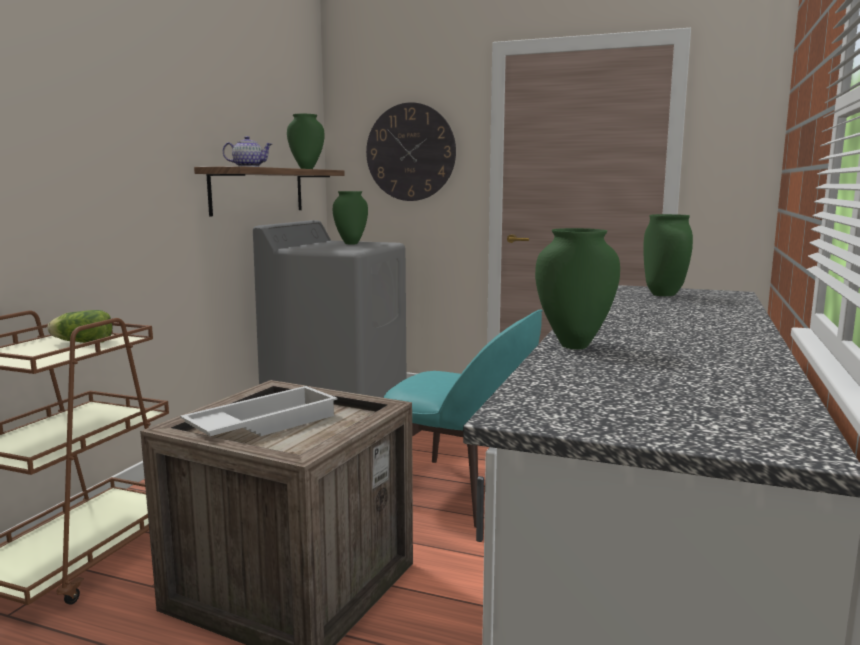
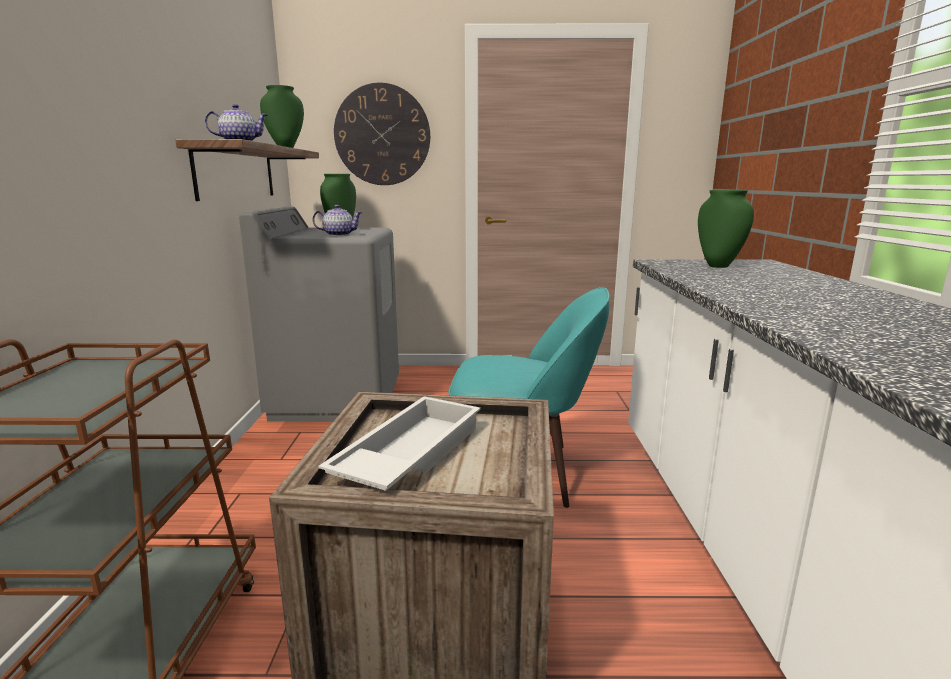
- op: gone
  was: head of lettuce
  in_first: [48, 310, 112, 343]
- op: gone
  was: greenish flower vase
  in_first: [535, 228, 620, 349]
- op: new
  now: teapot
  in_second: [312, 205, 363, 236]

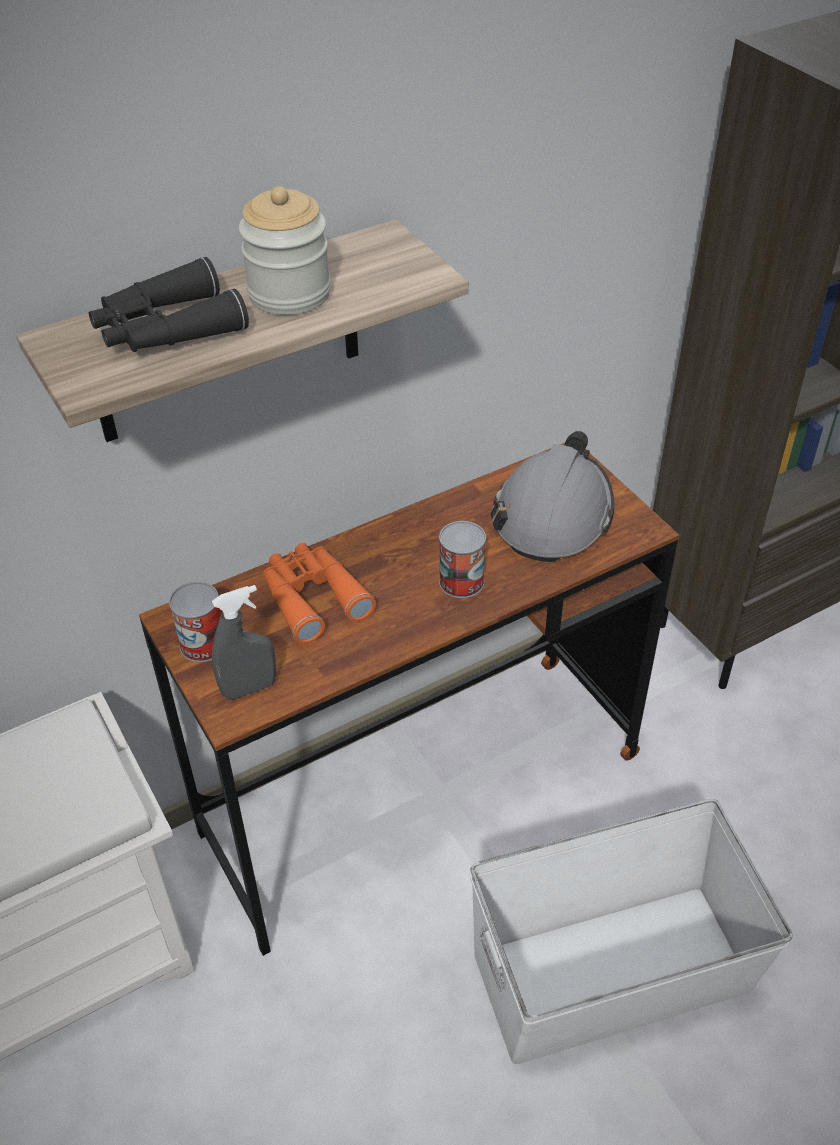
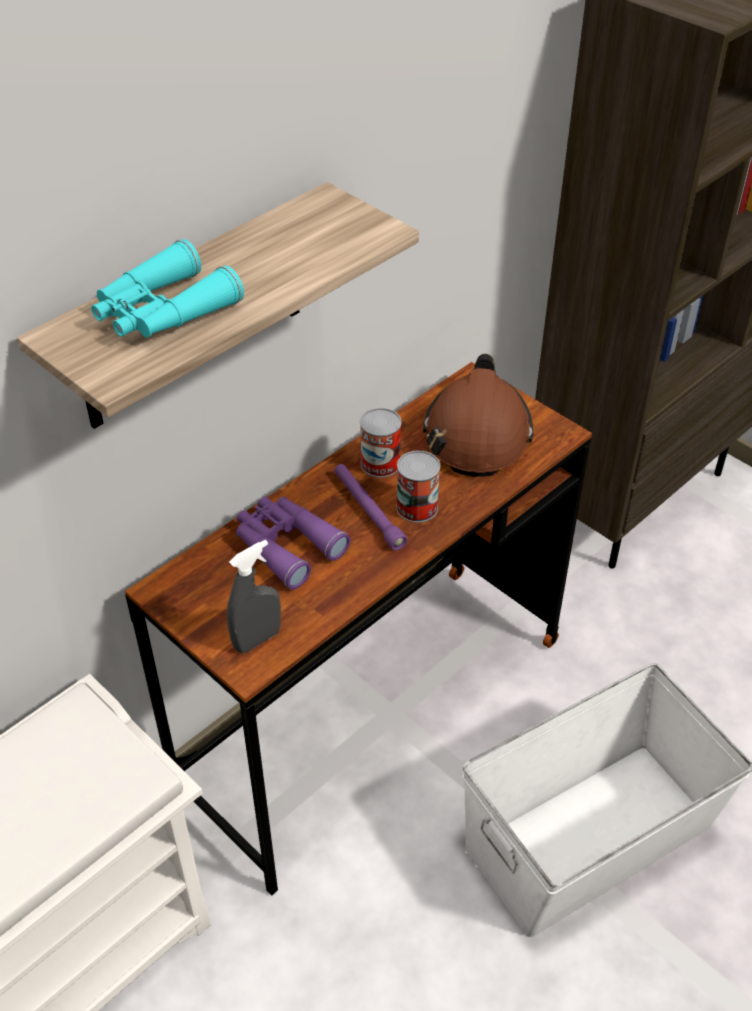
- op: repainted
  was: black pair of binoculars
  now: turquoise-coloured pair of binoculars
  in_first: [89, 257, 249, 352]
  in_second: [91, 239, 244, 338]
- op: shifted
  was: sealed can
  in_first: [169, 582, 221, 662]
  in_second: [360, 408, 402, 478]
- op: gone
  was: preserve jar
  in_first: [238, 186, 331, 315]
- op: repainted
  was: orange-coloured pair of binoculars
  now: purplish pair of binoculars
  in_first: [263, 543, 376, 644]
  in_second: [236, 496, 351, 590]
- op: repainted
  was: gray work helmet
  now: brown work helmet
  in_first: [491, 431, 614, 562]
  in_second: [423, 354, 534, 477]
- op: new
  now: purplish flashlight
  in_second: [334, 464, 408, 551]

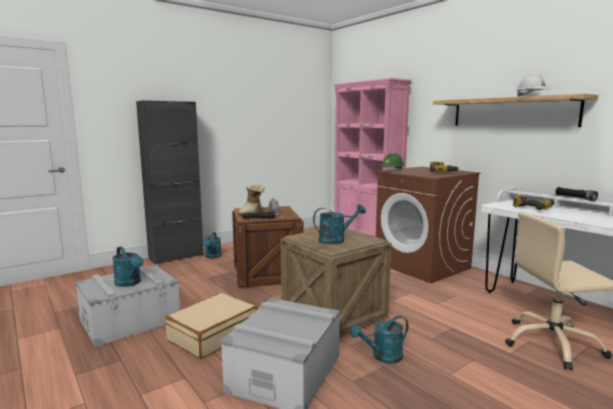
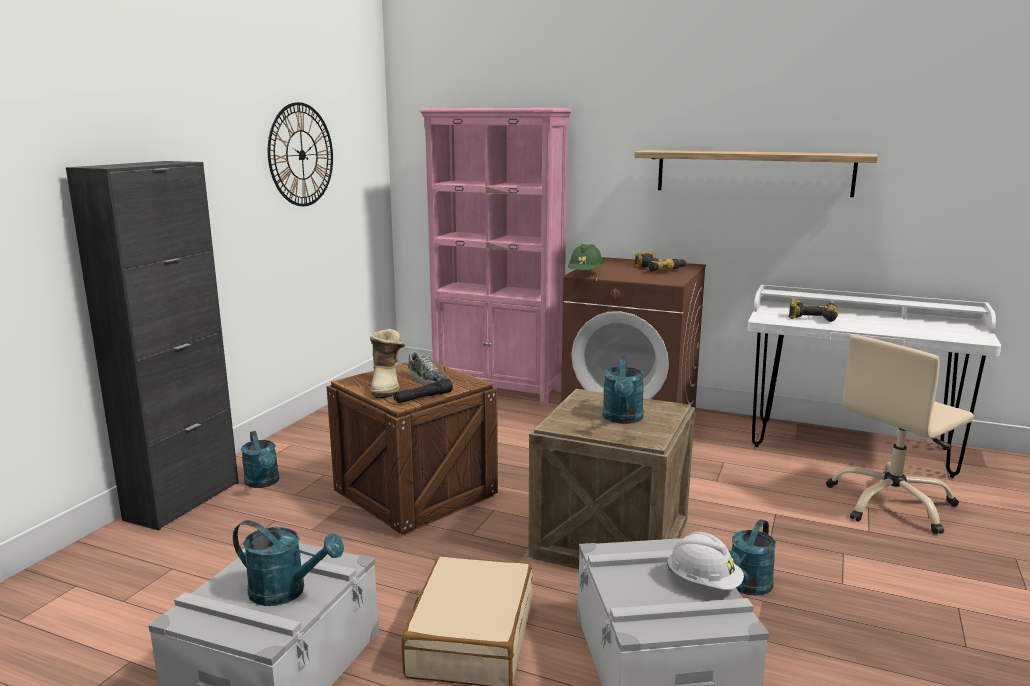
- op: rotated
  was: turquoise-coloured sprinkling can
  in_first: [313, 204, 366, 244]
  in_second: [602, 355, 644, 424]
  clockwise: 150
- op: shifted
  was: whitish work helmet
  in_first: [517, 74, 550, 97]
  in_second: [667, 532, 744, 590]
- op: gone
  was: black flashlight
  in_first: [555, 187, 598, 201]
- op: new
  now: wall clock
  in_second: [268, 102, 333, 206]

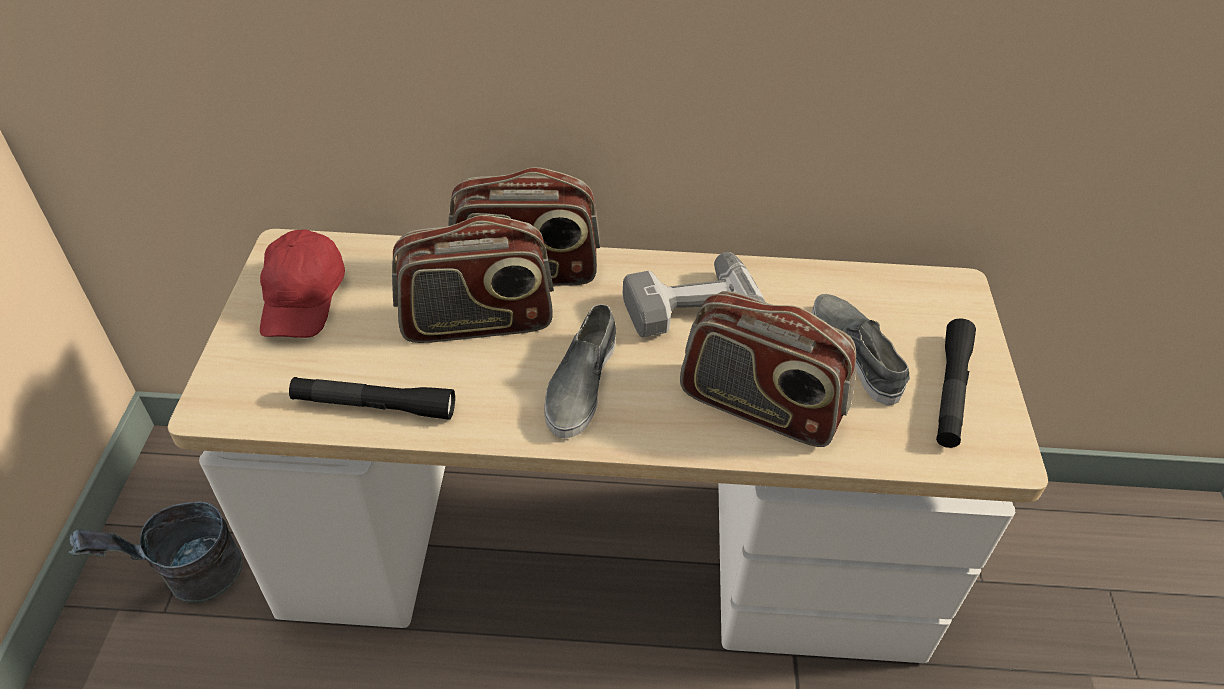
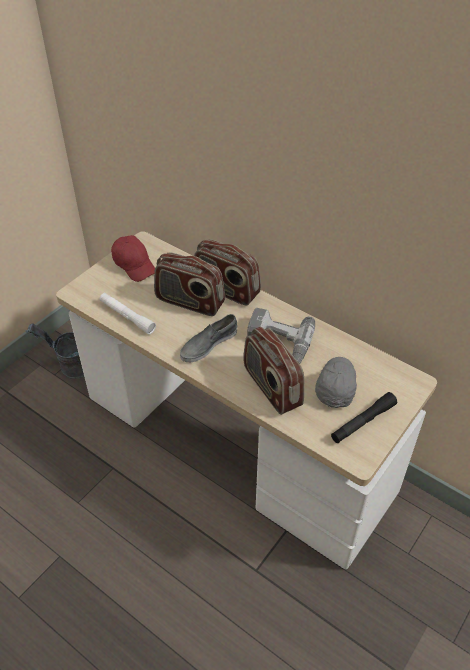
- op: rotated
  was: red-coloured peaked cap
  in_first: [260, 229, 345, 338]
  in_second: [111, 235, 155, 282]
  clockwise: -75
- op: repainted
  was: black flashlight
  now: whitish flashlight
  in_first: [289, 377, 455, 420]
  in_second: [100, 293, 156, 334]
- op: swapped
  was: gray low shoe
  now: gray peaked cap
  in_first: [812, 294, 910, 405]
  in_second: [315, 357, 357, 408]

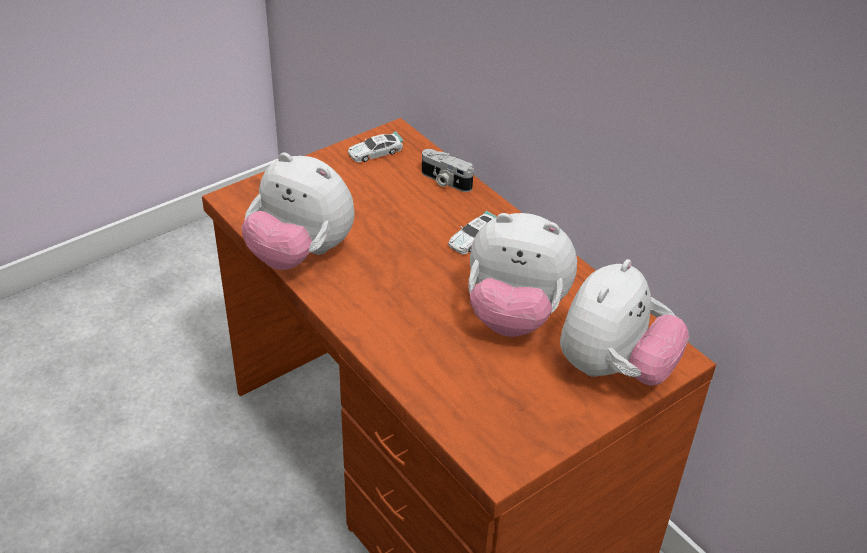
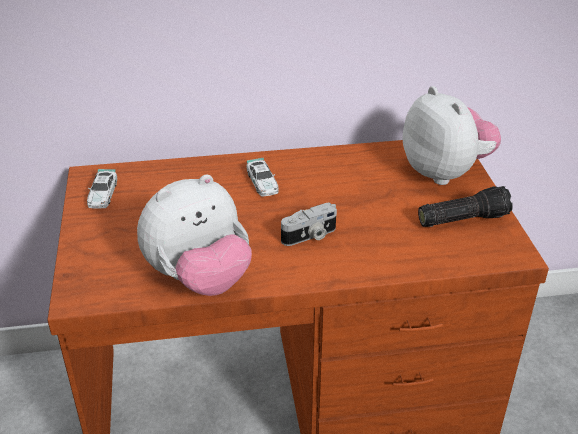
- op: shifted
  was: photo camera
  in_first: [422, 149, 474, 192]
  in_second: [281, 203, 337, 246]
- op: gone
  was: cuddly toy
  in_first: [468, 213, 577, 337]
- op: new
  now: flashlight
  in_second: [418, 186, 513, 227]

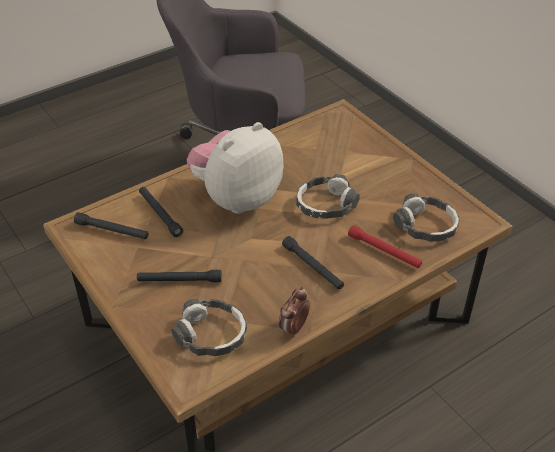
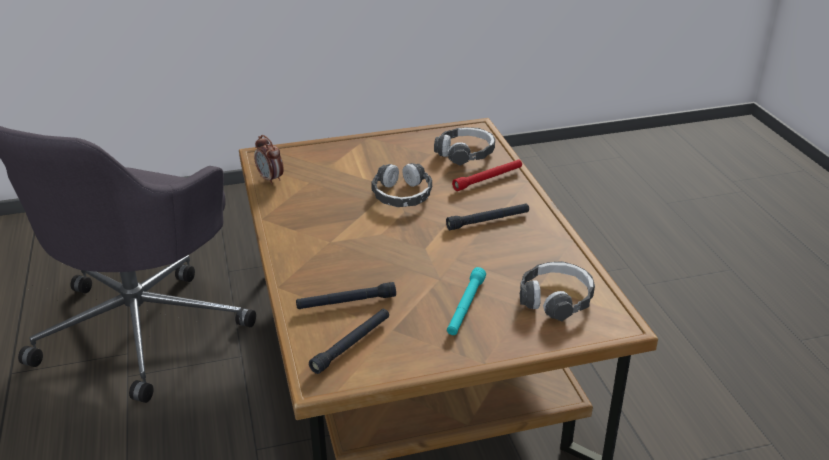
- op: repainted
  was: black flashlight
  now: turquoise-coloured flashlight
  in_first: [137, 270, 222, 282]
  in_second: [447, 267, 486, 335]
- op: gone
  was: cuddly toy
  in_first: [186, 122, 284, 214]
- op: shifted
  was: bedside clock
  in_first: [279, 287, 310, 337]
  in_second: [254, 135, 284, 185]

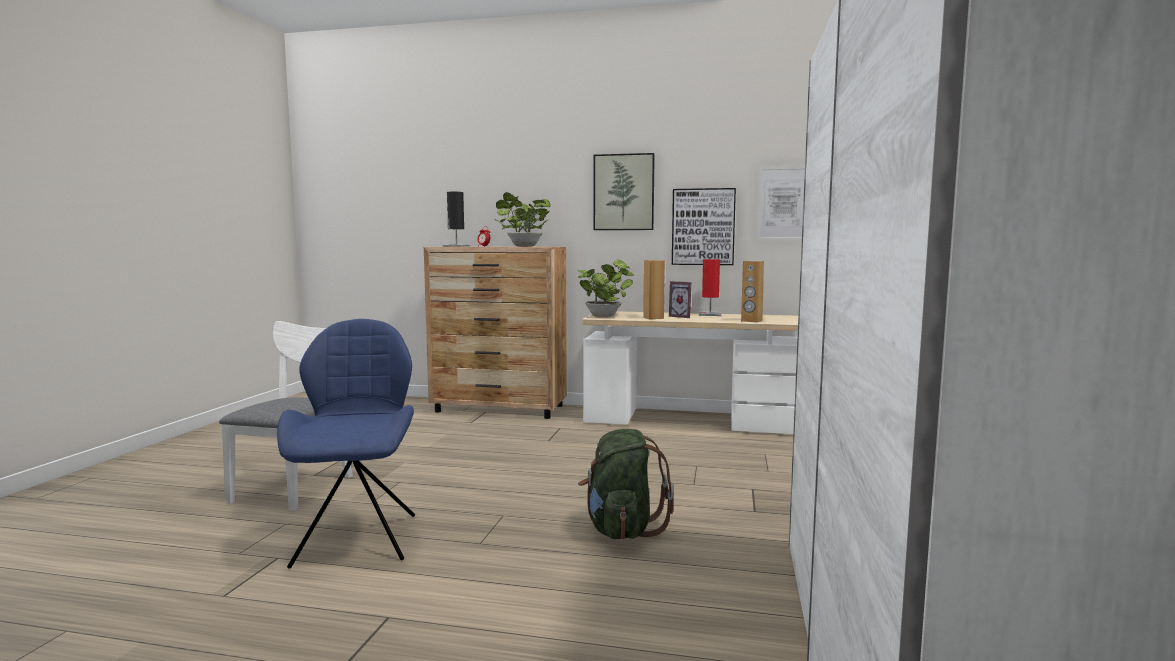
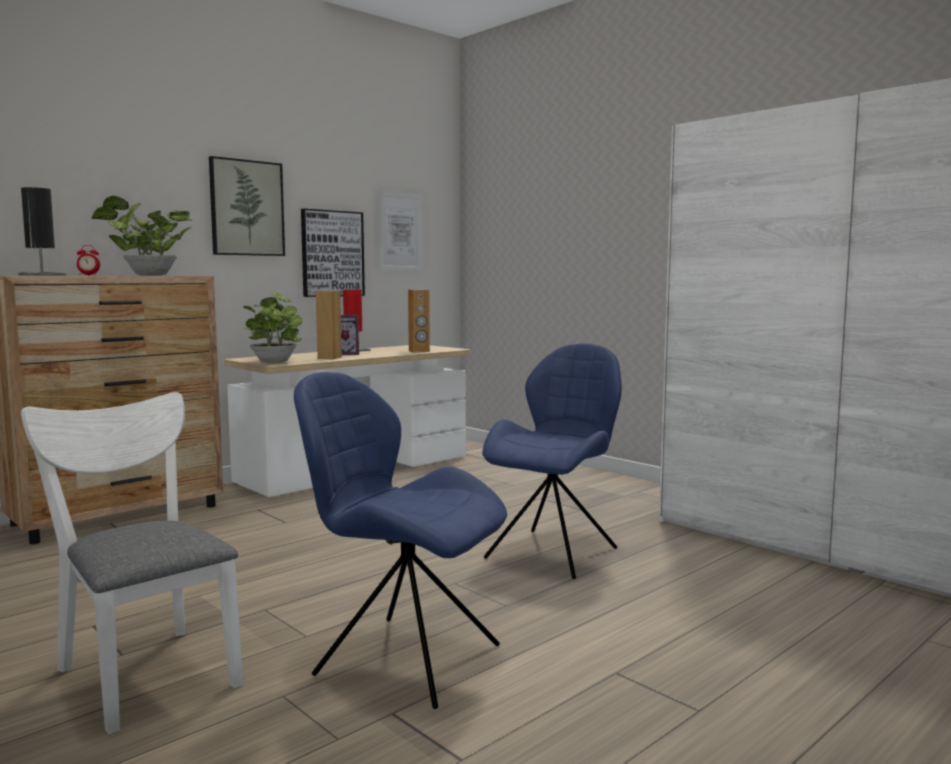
- op: swapped
  was: greenish knapsack
  now: bluish upright chair
  in_first: [578, 429, 674, 539]
  in_second: [482, 343, 622, 579]

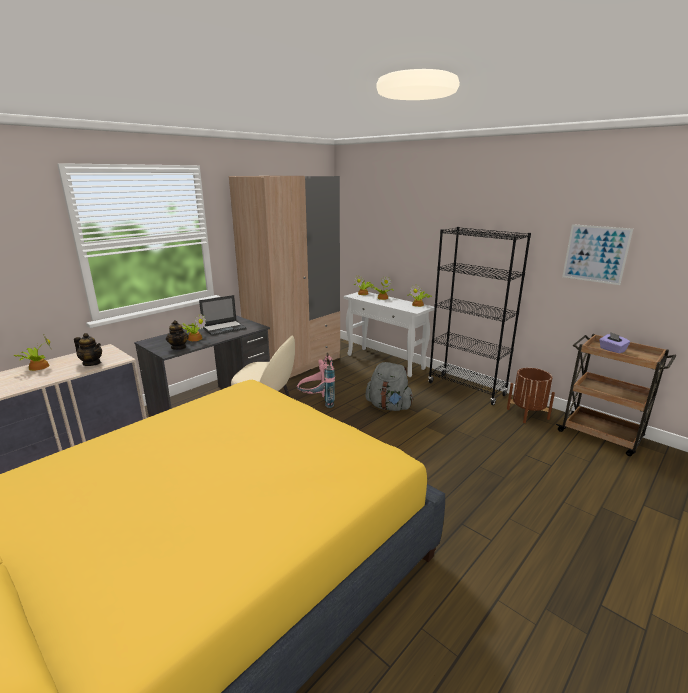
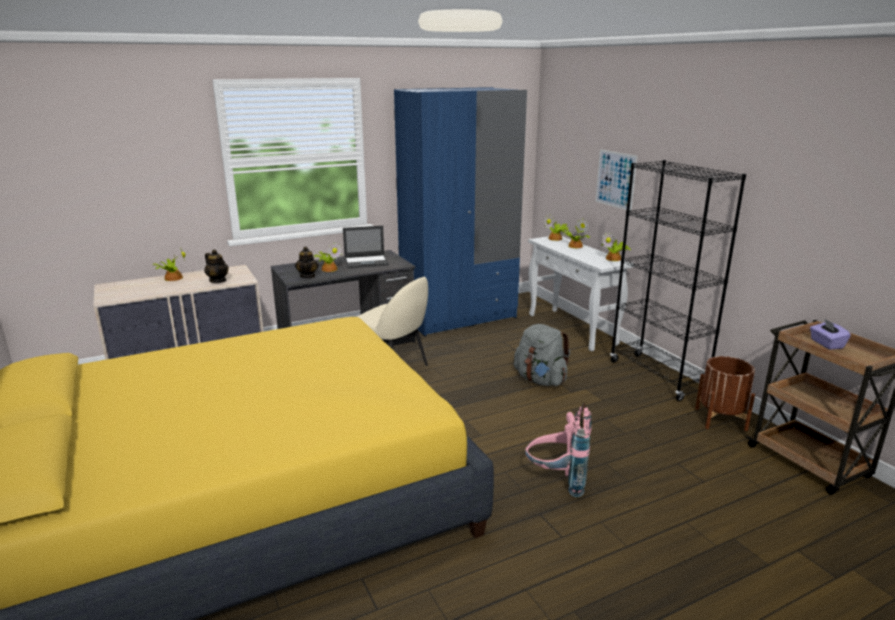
- op: repainted
  was: beige-coloured wardrobe
  now: bluish wardrobe
  in_first: [229, 176, 340, 378]
  in_second: [394, 87, 527, 337]
- op: shifted
  was: pink-coloured knapsack
  in_first: [297, 353, 335, 408]
  in_second: [525, 403, 592, 498]
- op: shifted
  was: wall art
  in_first: [562, 224, 633, 285]
  in_second: [596, 149, 637, 211]

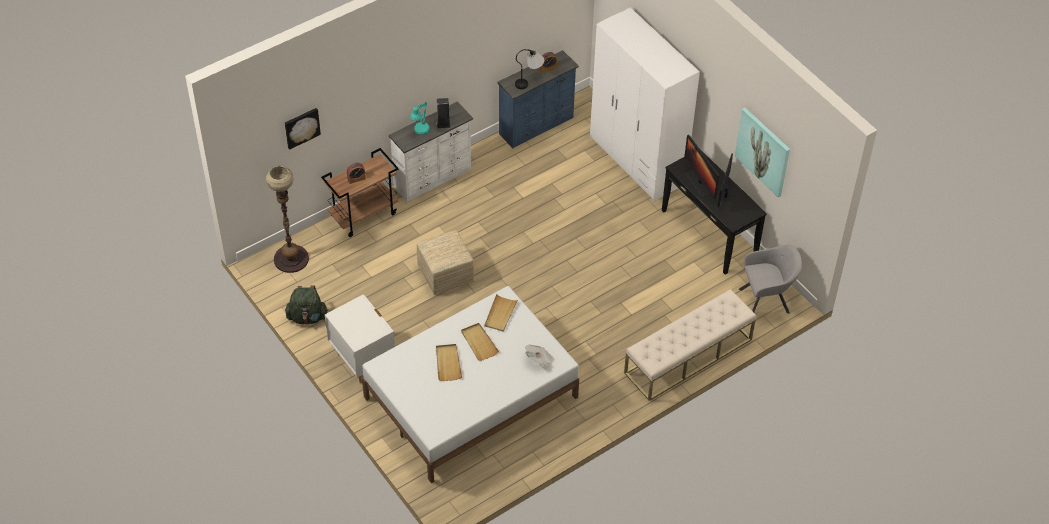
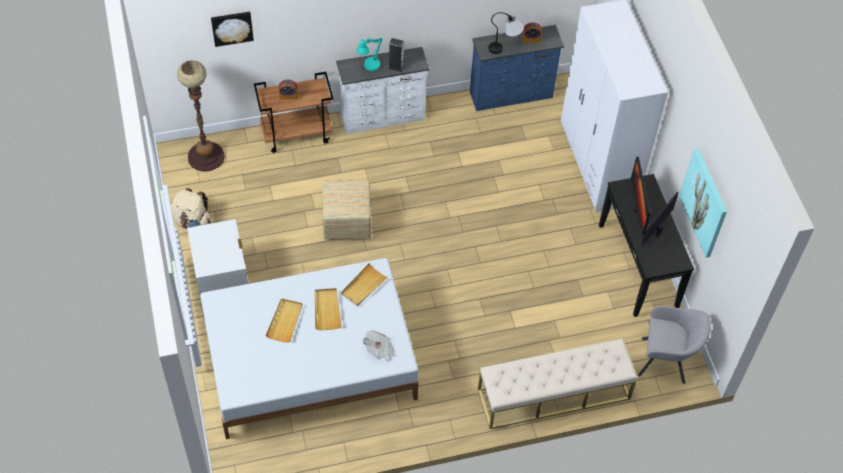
- op: repainted
  was: greenish knapsack
  now: beige-coloured knapsack
  in_first: [285, 285, 328, 325]
  in_second: [171, 188, 211, 229]

